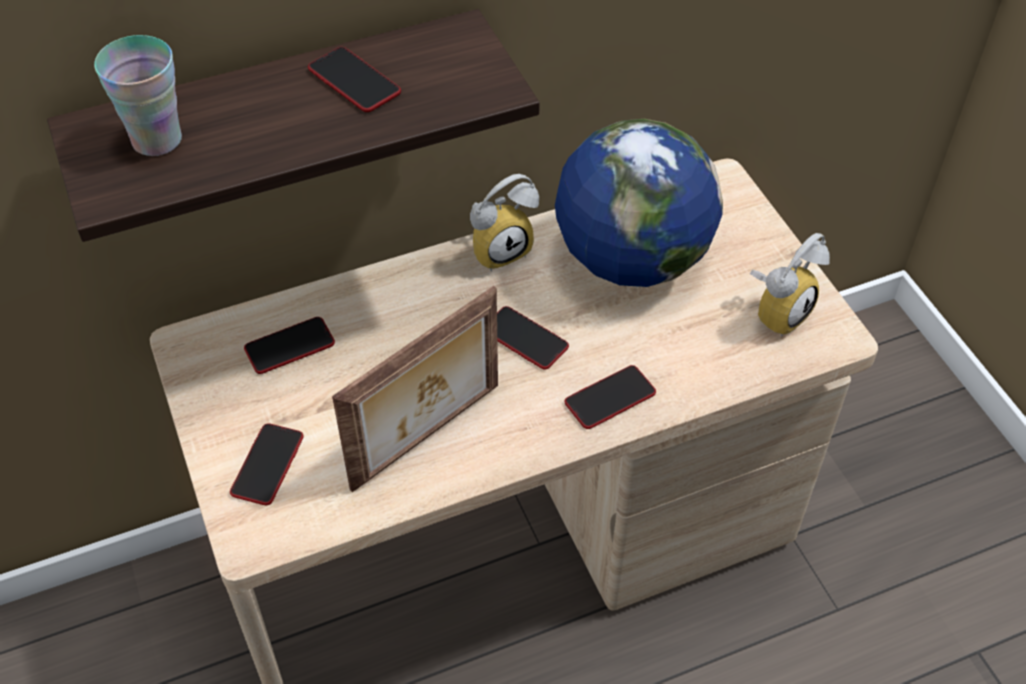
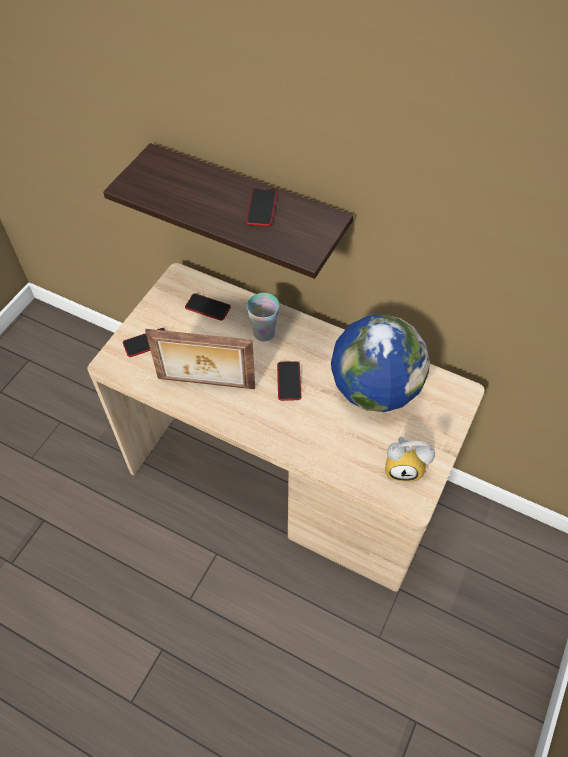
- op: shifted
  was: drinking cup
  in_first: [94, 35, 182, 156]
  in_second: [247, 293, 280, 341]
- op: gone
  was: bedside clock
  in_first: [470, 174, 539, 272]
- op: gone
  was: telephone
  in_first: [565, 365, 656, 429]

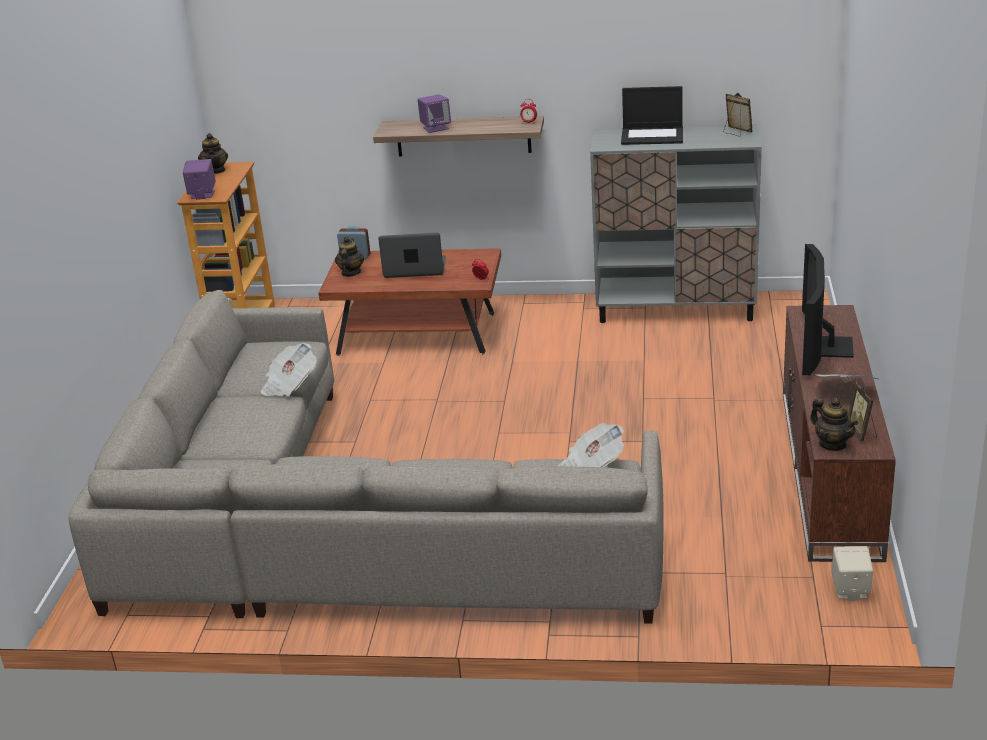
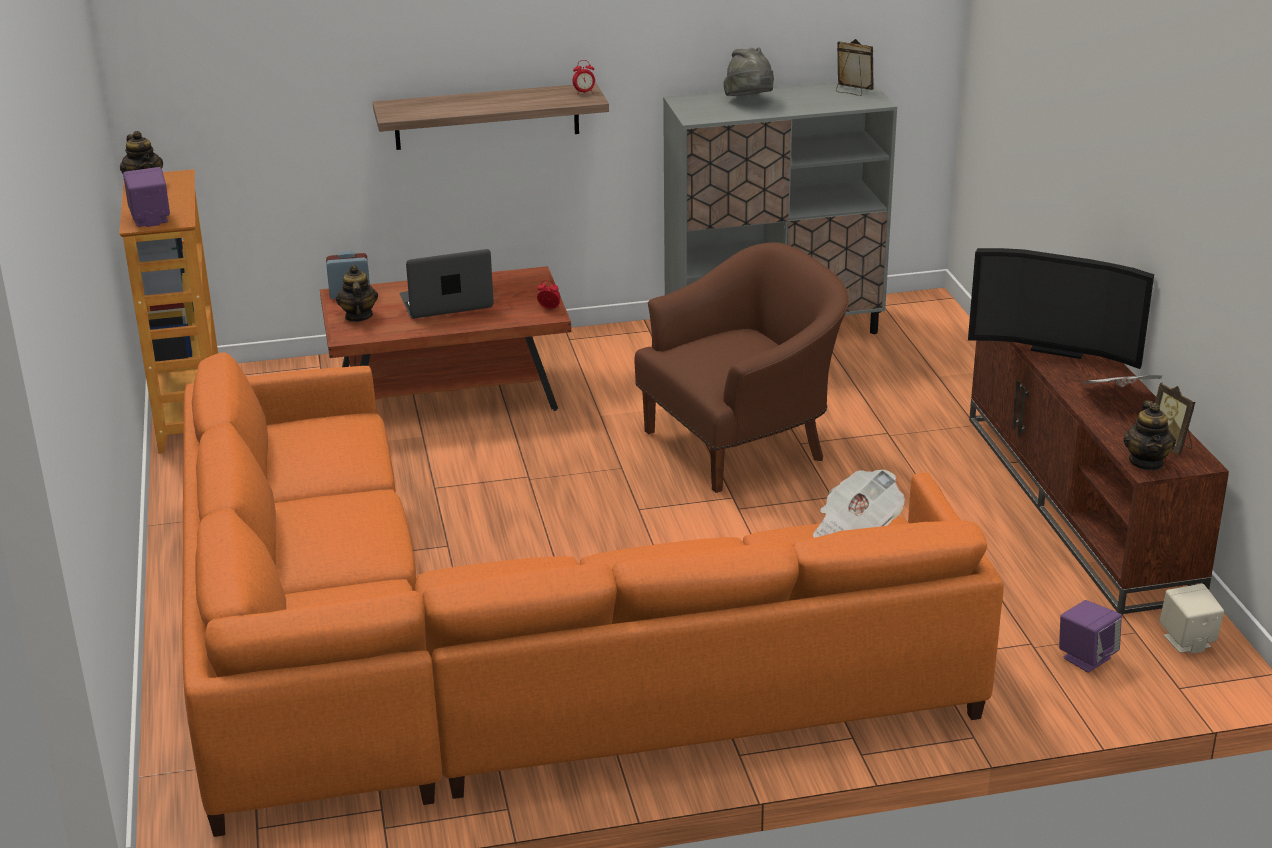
- op: repainted
  was: gray settee
  now: orange-coloured settee
  in_first: [69, 290, 664, 624]
  in_second: [182, 353, 1004, 837]
- op: gone
  was: newspaper
  in_first: [261, 343, 317, 397]
- op: shifted
  was: purplish speaker
  in_first: [418, 94, 451, 133]
  in_second: [1059, 600, 1122, 673]
- op: swapped
  was: laptop
  now: gray wearable hat
  in_first: [621, 86, 683, 145]
  in_second: [724, 47, 774, 96]
- op: rotated
  was: television
  in_first: [802, 244, 854, 375]
  in_second: [968, 248, 1154, 369]
  clockwise: -60
- op: rotated
  was: teapot
  in_first: [810, 398, 858, 451]
  in_second: [1123, 401, 1176, 471]
  clockwise: 60
- op: new
  now: brown easy chair
  in_second: [634, 242, 849, 493]

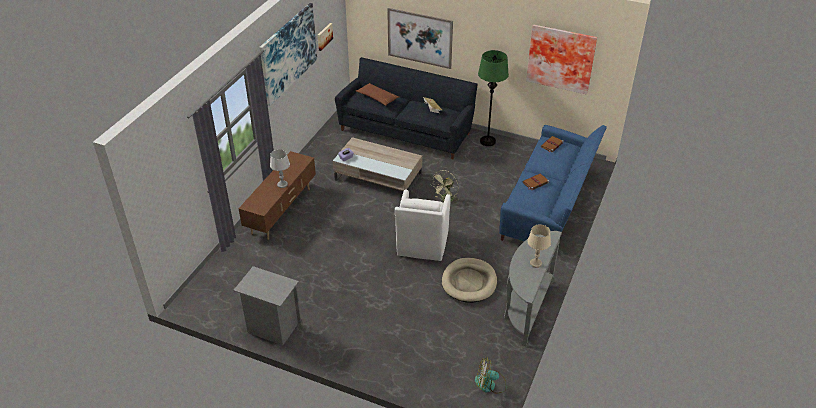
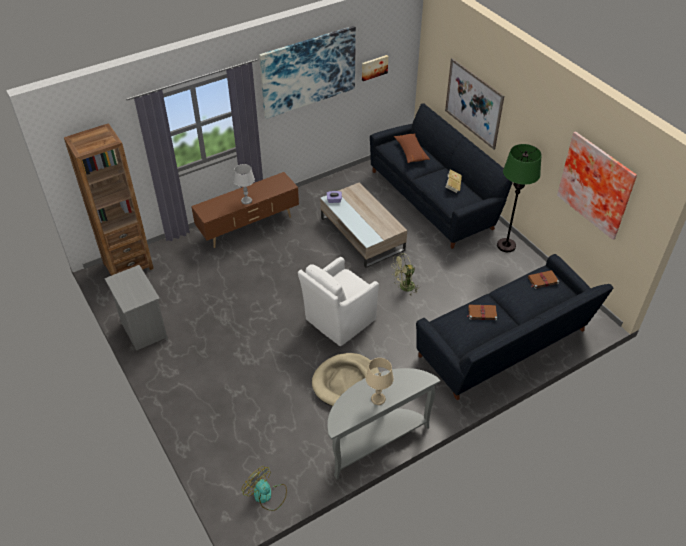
- op: repainted
  was: bluish settee
  now: black settee
  in_first: [499, 125, 607, 241]
  in_second: [416, 254, 613, 400]
- op: new
  now: brown bookshelf
  in_second: [64, 123, 154, 276]

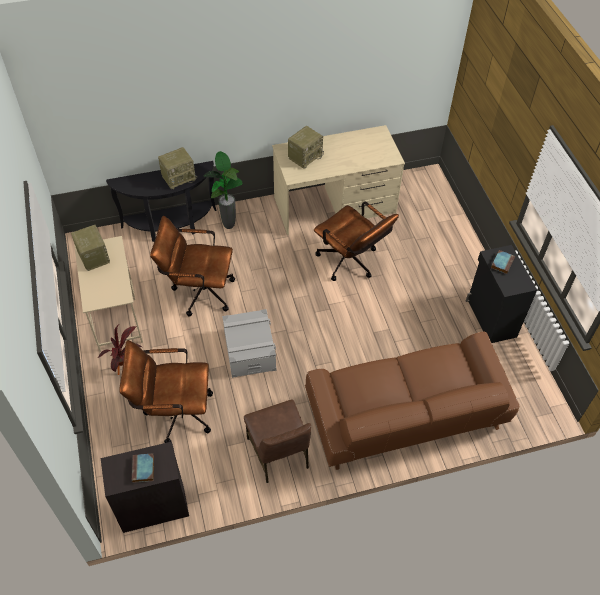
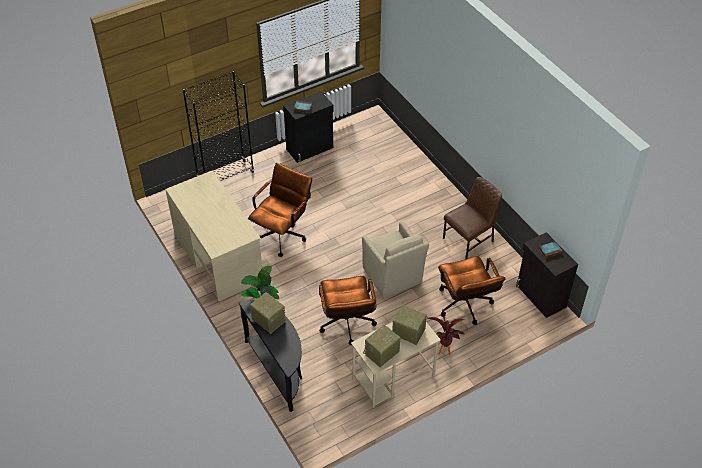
- op: swapped
  was: gray storage bin
  now: beige-coloured easy chair
  in_first: [222, 309, 276, 378]
  in_second: [362, 221, 429, 298]
- op: shifted
  was: radio
  in_first: [288, 126, 324, 169]
  in_second: [392, 305, 427, 345]
- op: gone
  was: brown settee
  in_first: [305, 331, 519, 470]
- op: new
  now: black bookshelf
  in_second: [183, 71, 254, 181]

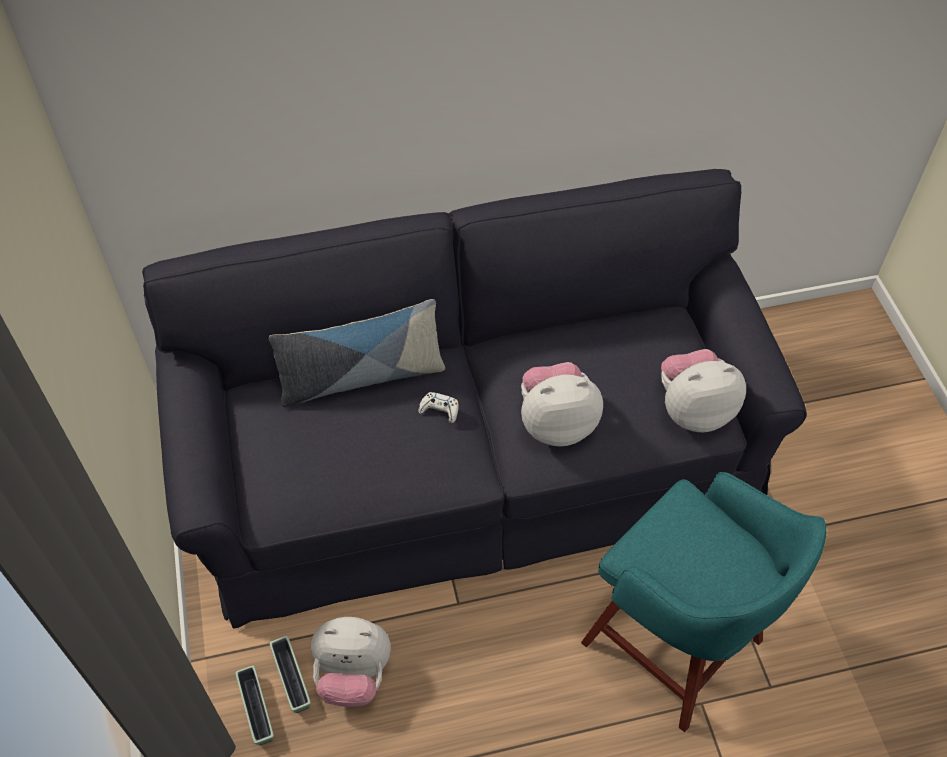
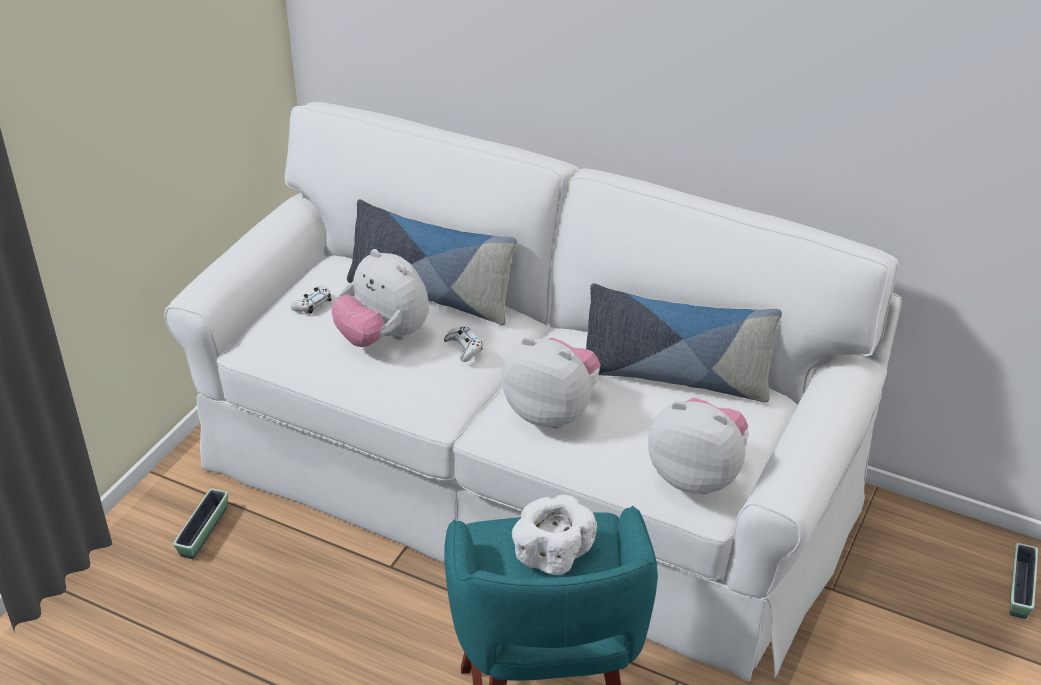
- op: repainted
  was: black settee
  now: whitish settee
  in_first: [142, 169, 807, 629]
  in_second: [164, 102, 902, 682]
- op: shifted
  was: flower pot
  in_first: [235, 666, 274, 745]
  in_second: [1010, 543, 1038, 619]
- op: shifted
  was: cuddly toy
  in_first: [311, 617, 391, 707]
  in_second: [331, 249, 429, 347]
- op: new
  now: whitish joypad
  in_second: [290, 286, 331, 314]
- op: new
  now: whitish serving bowl
  in_second: [512, 495, 597, 575]
- op: new
  now: throw pillow
  in_second: [586, 283, 782, 403]

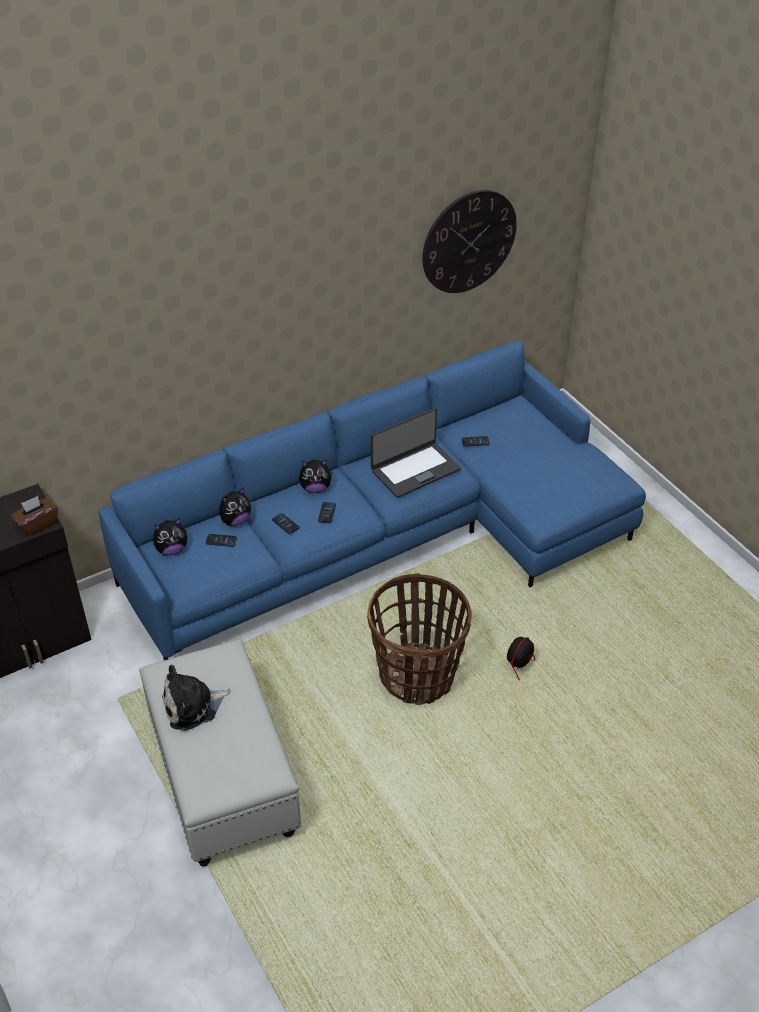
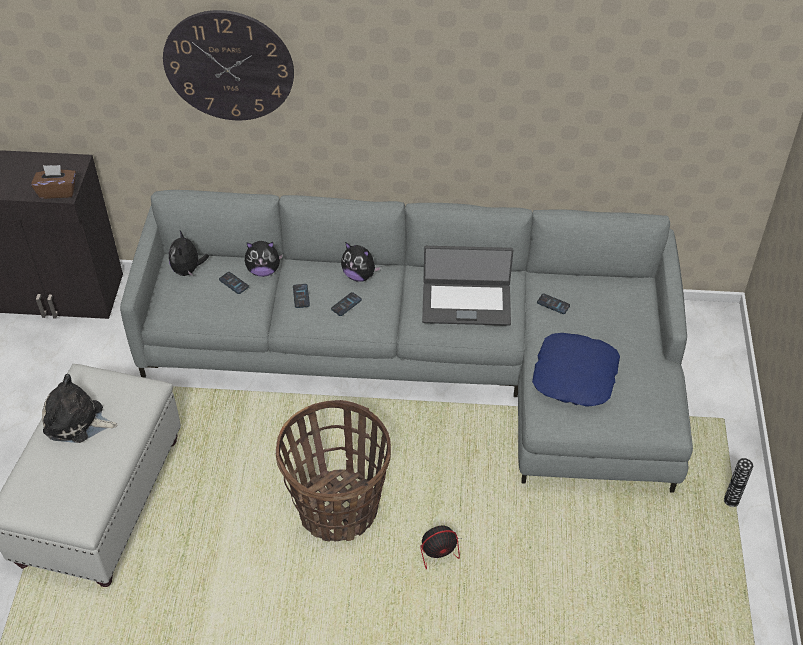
- op: repainted
  was: bluish settee
  now: gray settee
  in_first: [99, 340, 646, 660]
  in_second: [120, 190, 693, 493]
- op: rotated
  was: cuddly toy
  in_first: [153, 518, 187, 556]
  in_second: [169, 231, 209, 276]
  clockwise: 75
- op: shifted
  was: wall clock
  in_first: [422, 190, 517, 293]
  in_second: [163, 10, 294, 120]
- op: new
  now: bluish throw pillow
  in_second: [532, 333, 620, 407]
- op: new
  now: flower vase
  in_second: [724, 458, 753, 507]

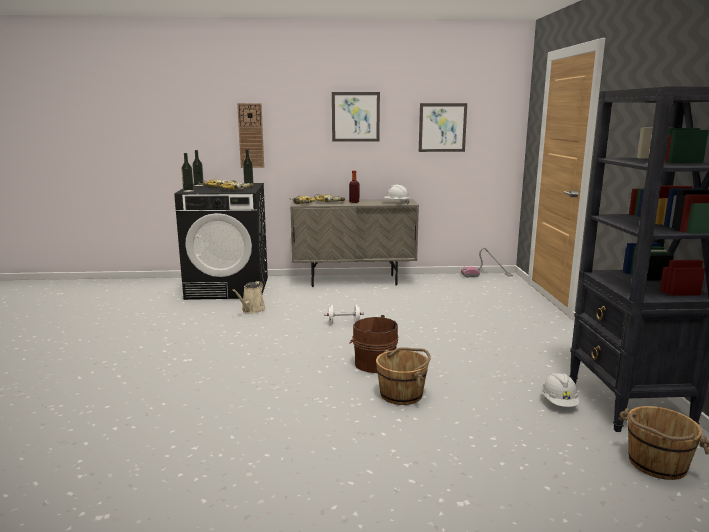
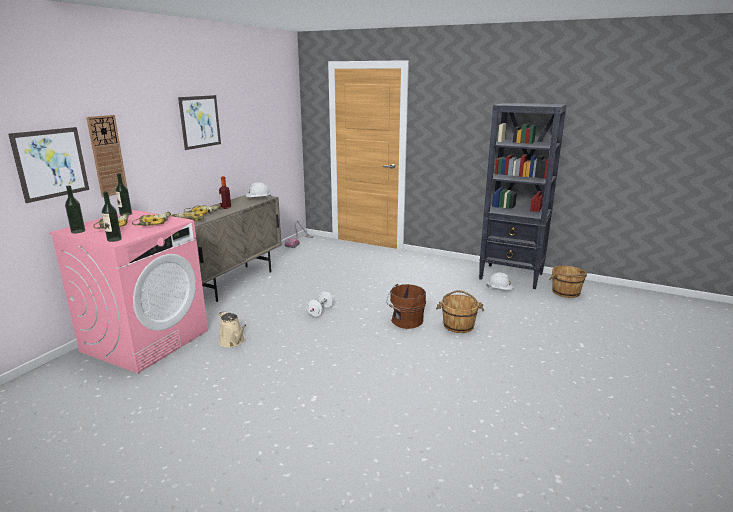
- op: repainted
  was: black laundry machine
  now: pink-coloured laundry machine
  in_first: [174, 183, 268, 300]
  in_second: [49, 210, 208, 373]
- op: shifted
  was: wall art
  in_first: [419, 103, 467, 152]
  in_second: [8, 127, 89, 203]

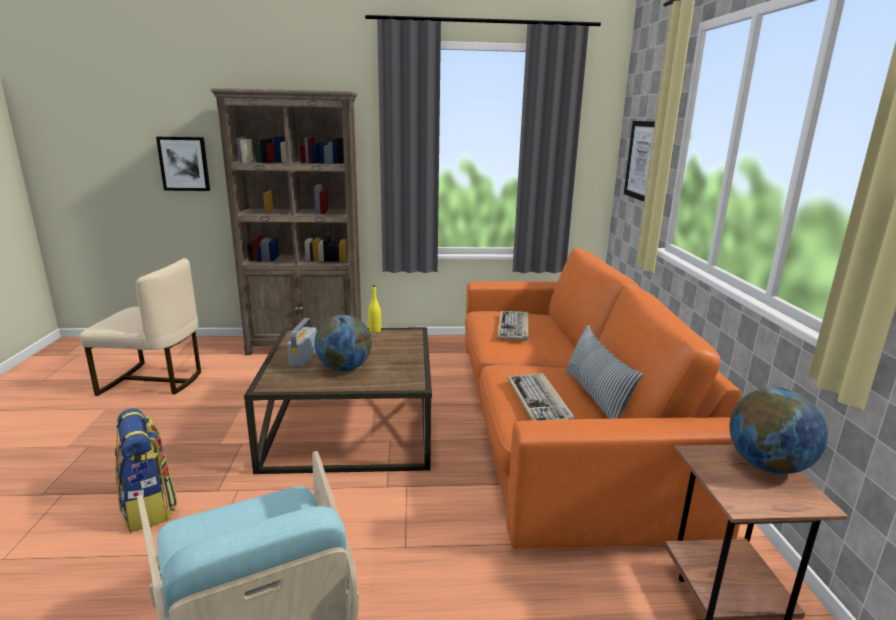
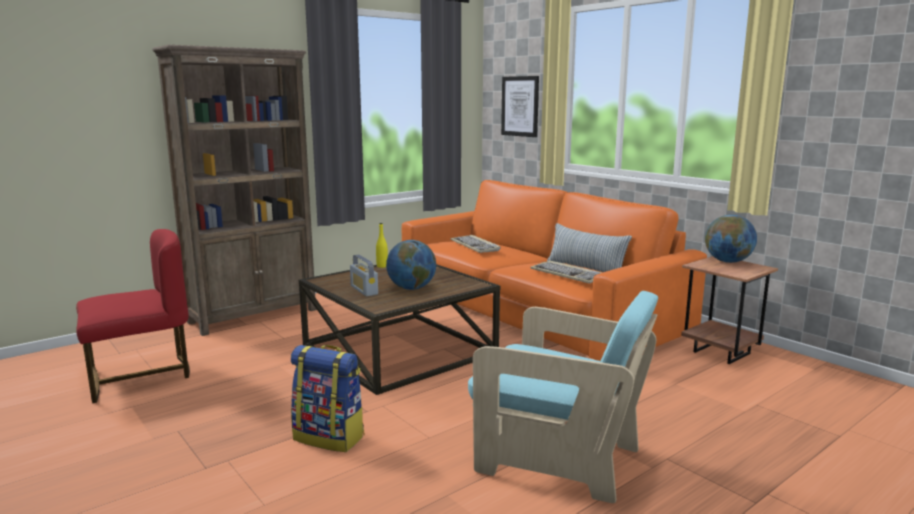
- op: repainted
  was: beige-coloured upright chair
  now: red-coloured upright chair
  in_first: [80, 258, 201, 396]
  in_second: [76, 229, 190, 403]
- op: gone
  was: wall art
  in_first: [156, 137, 210, 191]

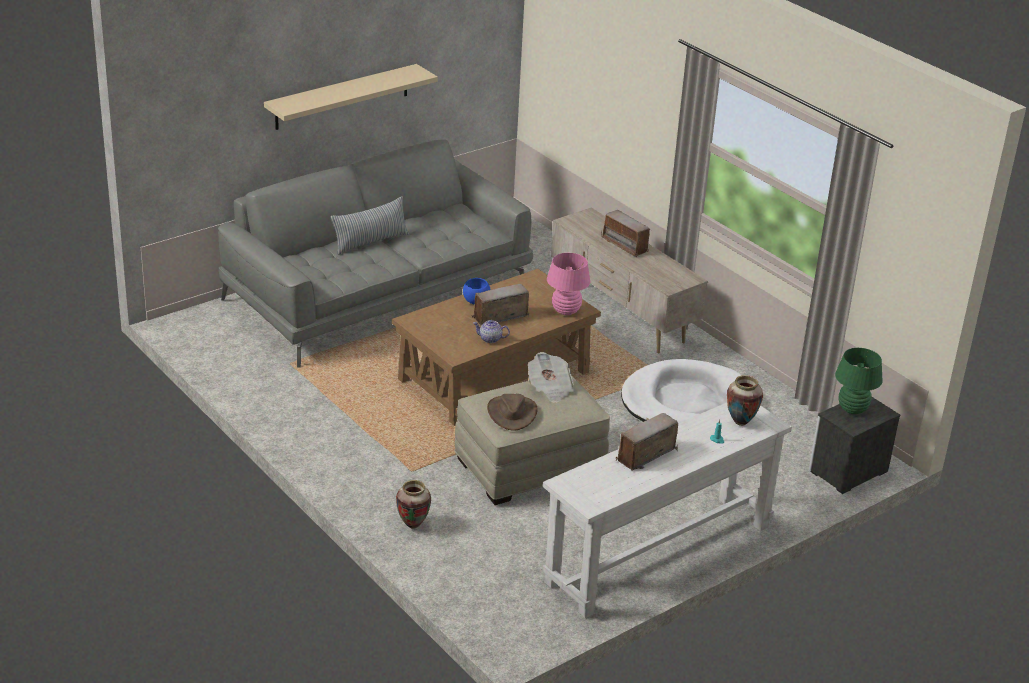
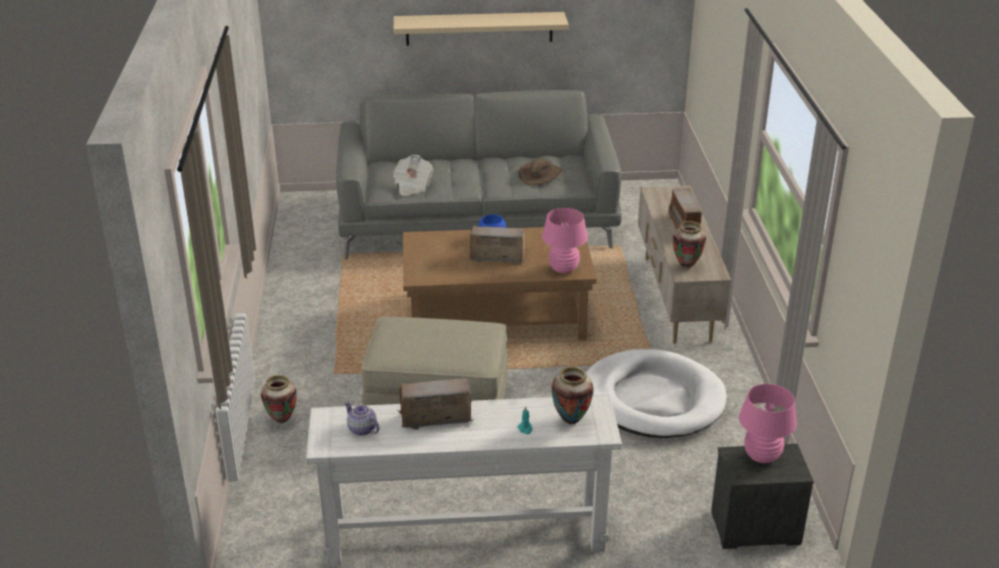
- op: gone
  was: throw pillow
  in_first: [330, 196, 409, 255]
- op: shifted
  was: teapot
  in_first: [473, 320, 510, 343]
  in_second: [344, 402, 379, 436]
- op: shifted
  was: brown wearable hat
  in_first: [487, 394, 538, 431]
  in_second: [519, 158, 562, 185]
- op: shifted
  was: newspaper
  in_first: [528, 352, 574, 403]
  in_second: [392, 155, 434, 196]
- op: repainted
  was: greenish tabletop lamp
  now: pink-coloured tabletop lamp
  in_first: [835, 348, 883, 414]
  in_second: [739, 384, 797, 463]
- op: new
  now: flower vase
  in_second: [673, 221, 706, 268]

